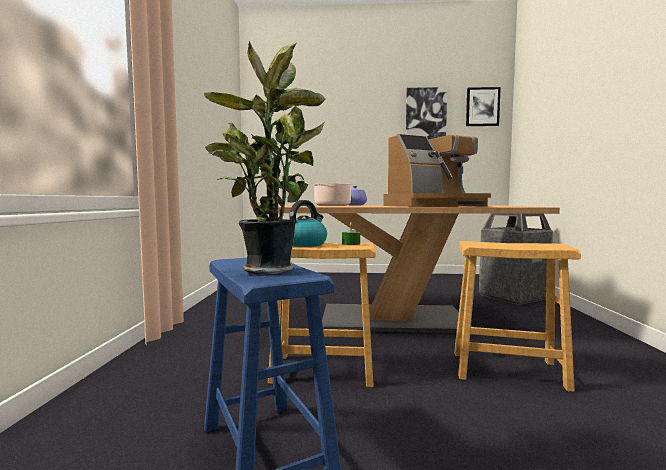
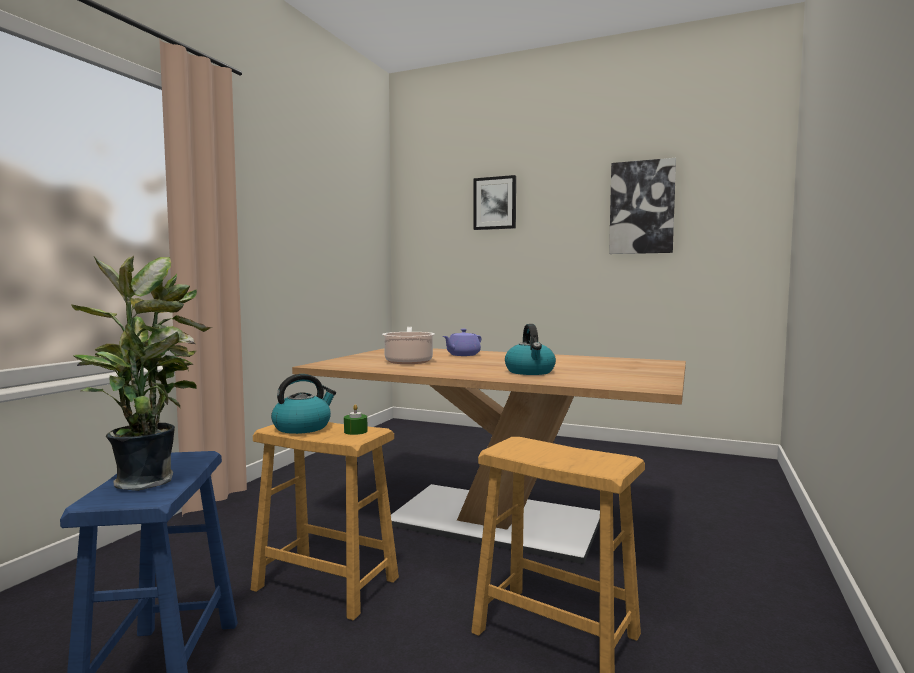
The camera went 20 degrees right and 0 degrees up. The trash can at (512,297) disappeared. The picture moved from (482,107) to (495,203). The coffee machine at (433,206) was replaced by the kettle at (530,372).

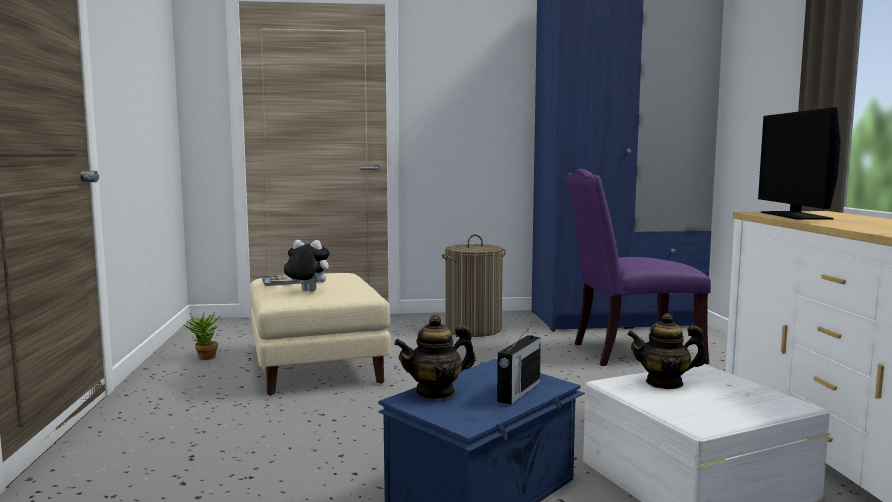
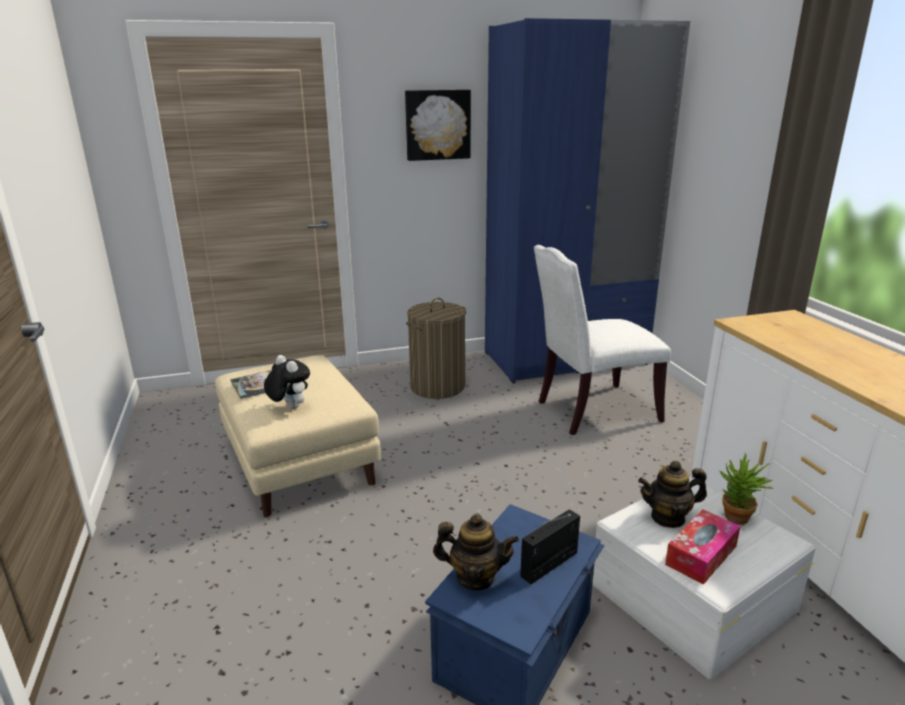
The camera went 10 degrees left and 15 degrees up. The monitor at (795,215) disappeared. The picture at (437,125) appeared. The tissue box at (701,555) appeared. The potted plant moved from (204,358) to (736,520). The purple chair at (631,353) became the white chair at (592,411). The plush toy at (306,291) turned 45 degrees clockwise. The teapot at (436,392) turned 135 degrees counterclockwise. The radio at (518,392) turned 150 degrees counterclockwise.

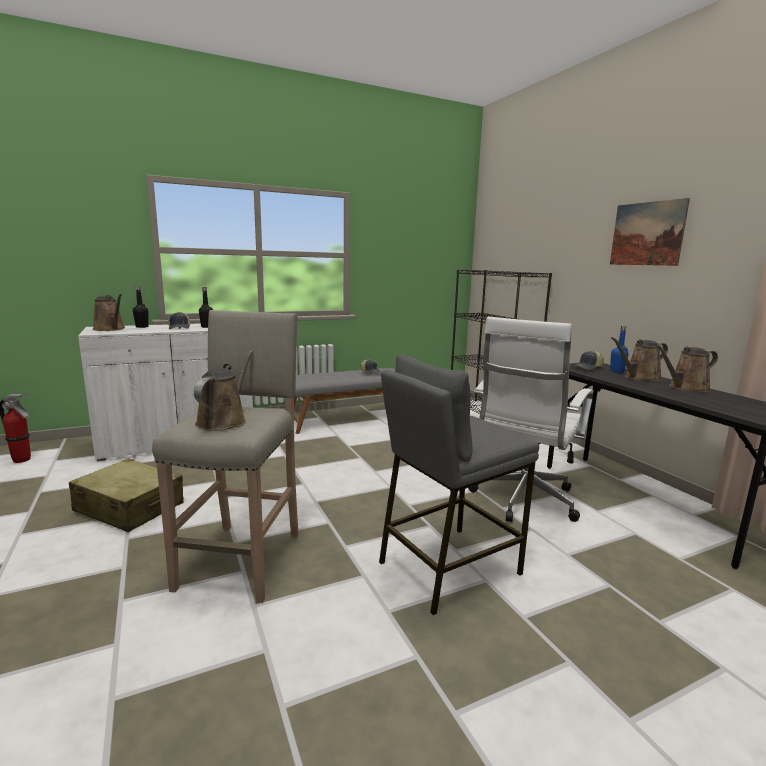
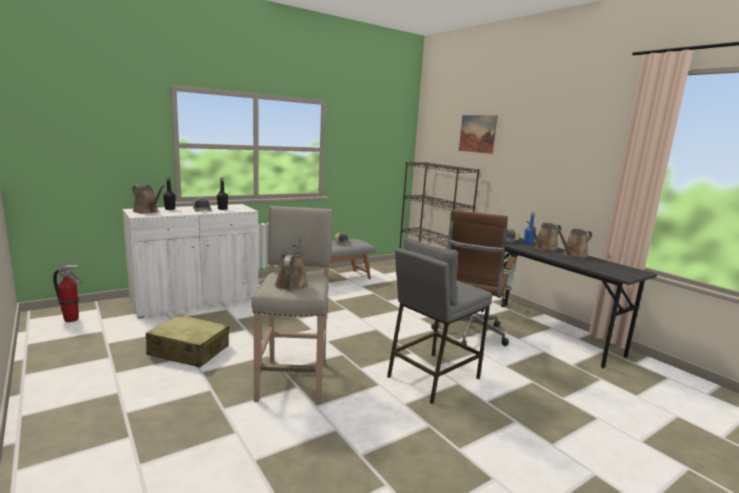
The camera went 10 degrees left and 0 degrees up. The picture moved from (647,234) to (477,133). The white office chair at (522,501) became the brown office chair at (469,334).

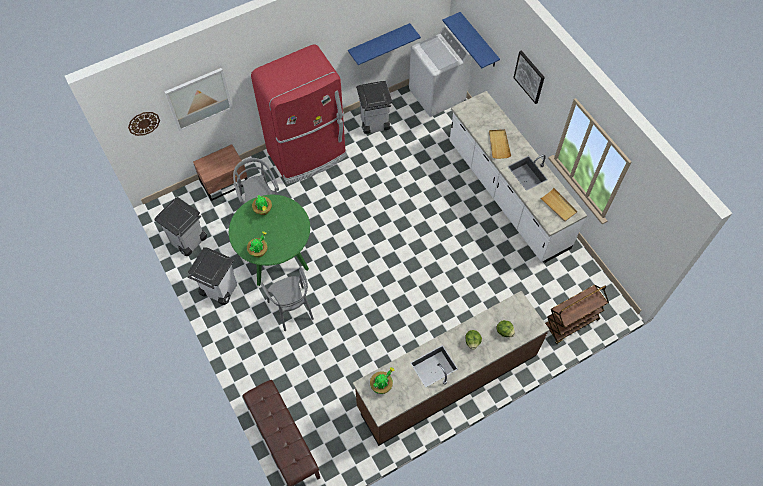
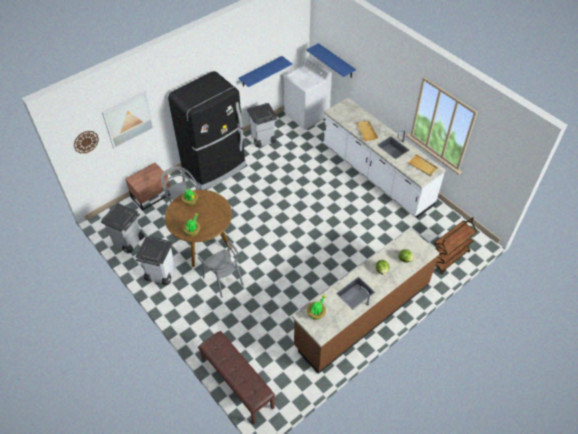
The camera went 10 degrees left and 10 degrees down. The picture at (529,76) disappeared. The green dining table at (276,255) became the brown dining table at (203,242). The red fridge at (308,155) became the black fridge at (215,167).

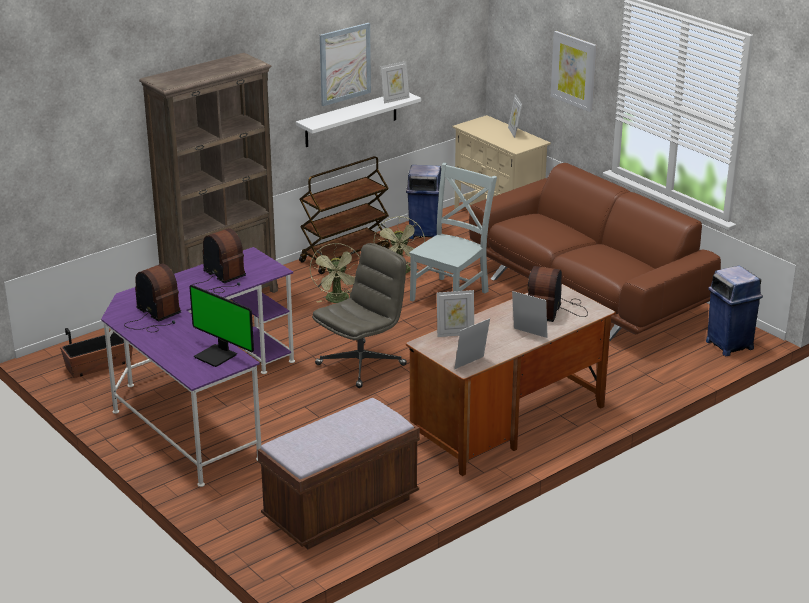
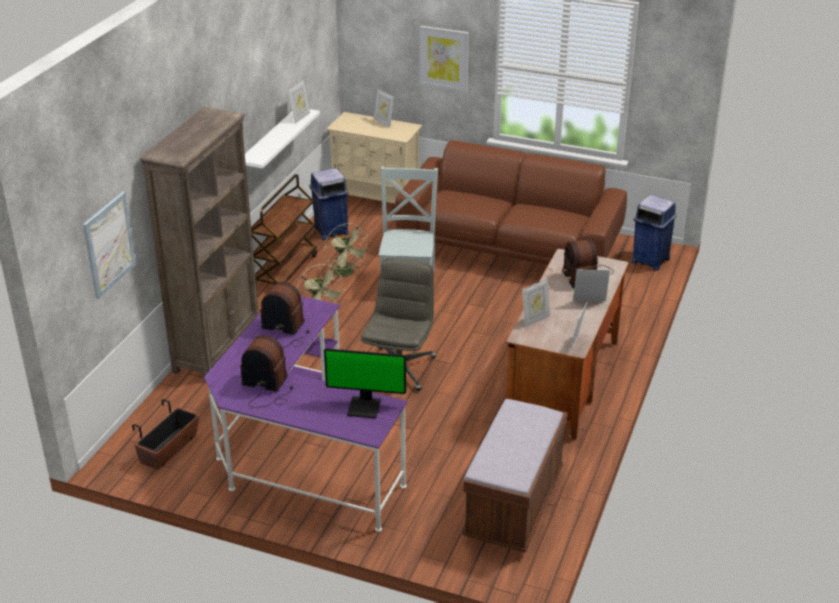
The camera went 30 degrees left and 5 degrees up. The picture moved from (345,64) to (109,244).

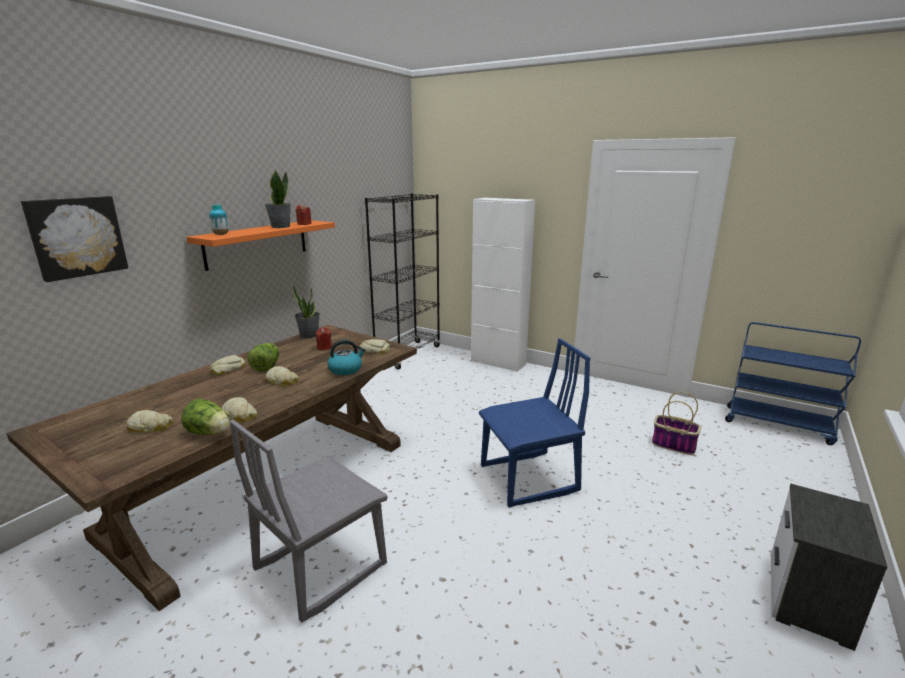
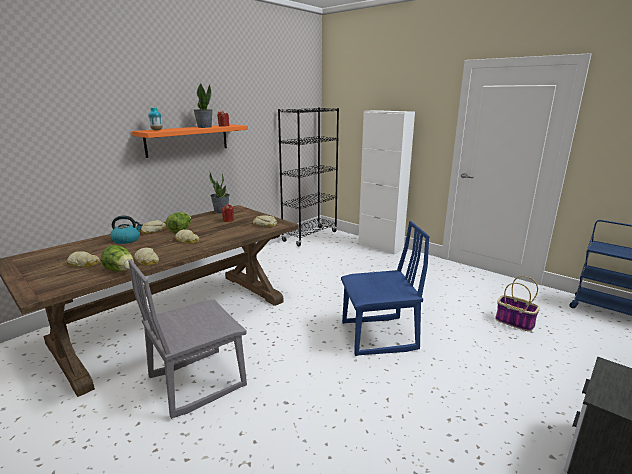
The camera went 10 degrees right and 0 degrees up. The picture at (77,237) disappeared. The kettle moved from (346,369) to (127,240).

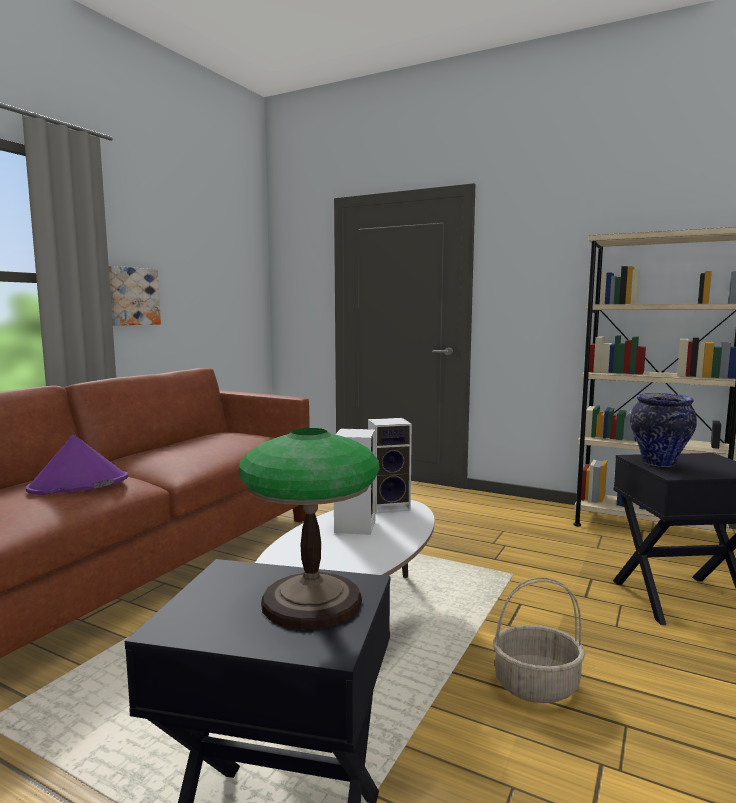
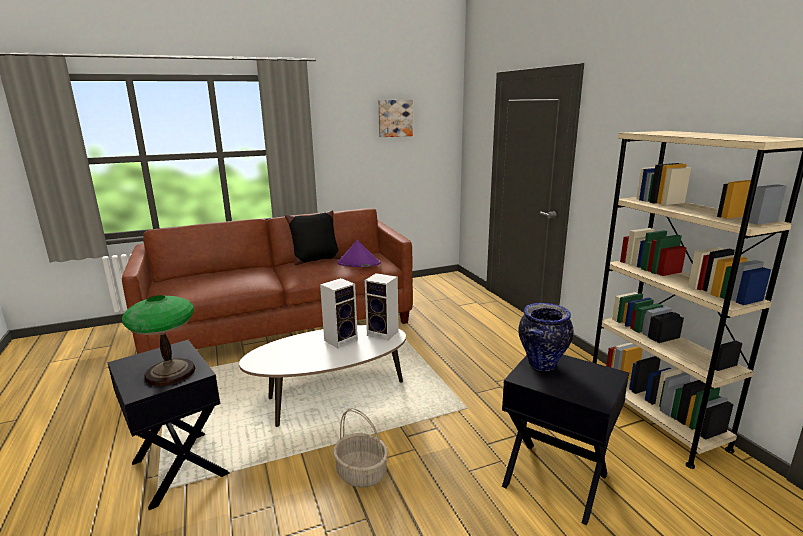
The camera went 40 degrees right and 10 degrees up. The black pillow at (315,260) appeared. The purple hat moved from (78,484) to (358,263). The picture moved from (132,296) to (395,118).

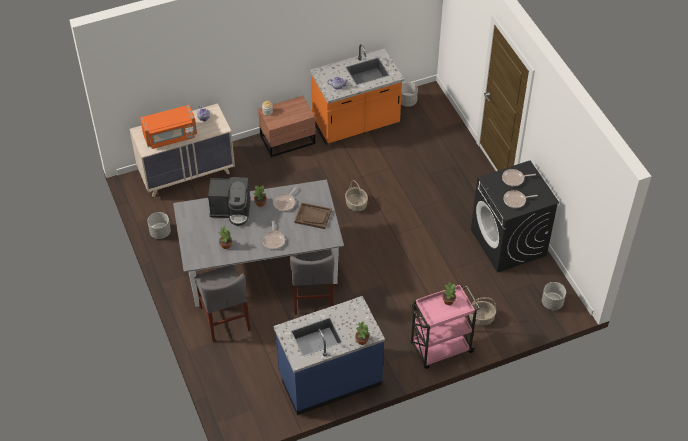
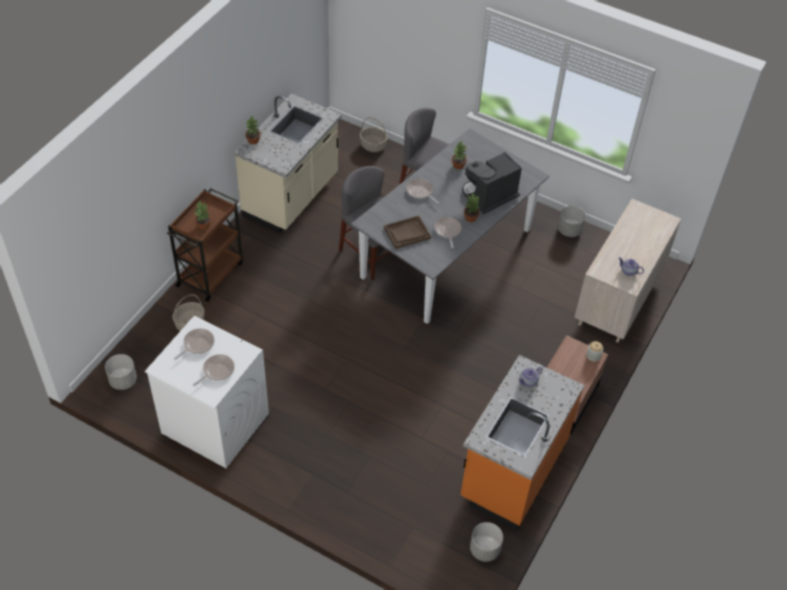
The camera went 140 degrees right and 0 degrees up. The orange microwave at (170,136) disappeared. The basket moved from (356,204) to (373,145). The blue counter at (329,379) became the beige counter at (292,197). The pink cart at (440,348) became the brown cart at (211,273). The black washing machine at (509,243) became the white washing machine at (214,423).

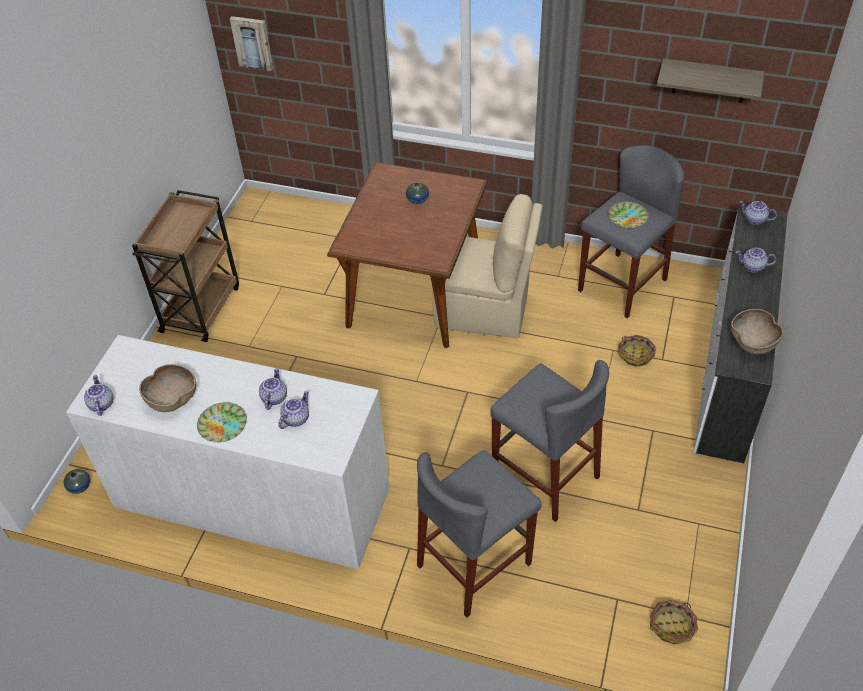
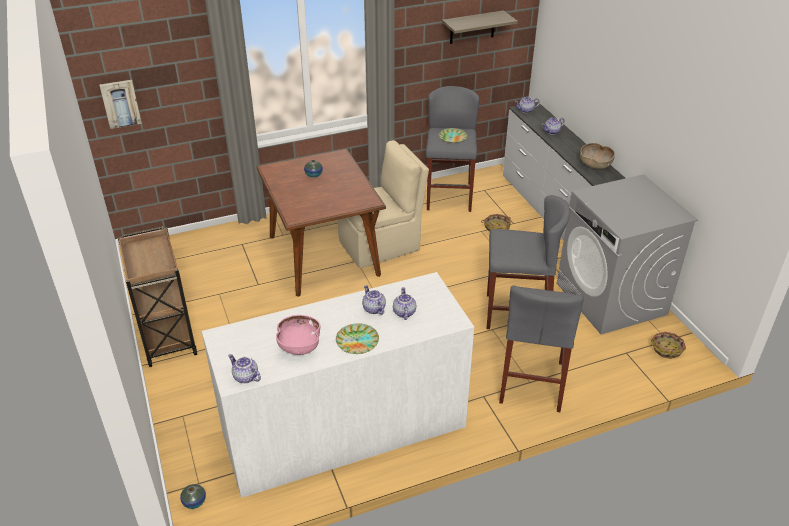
The camera went 40 degrees left and 10 degrees down. The grey washing machine at (611,299) appeared. The brown bowl at (172,399) became the pink bowl at (299,346).

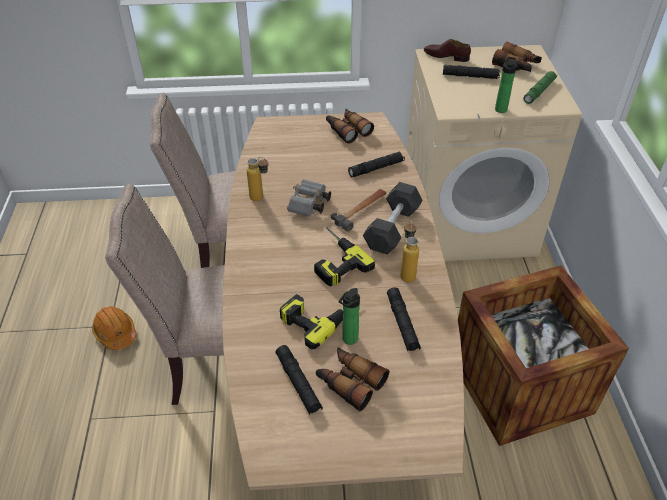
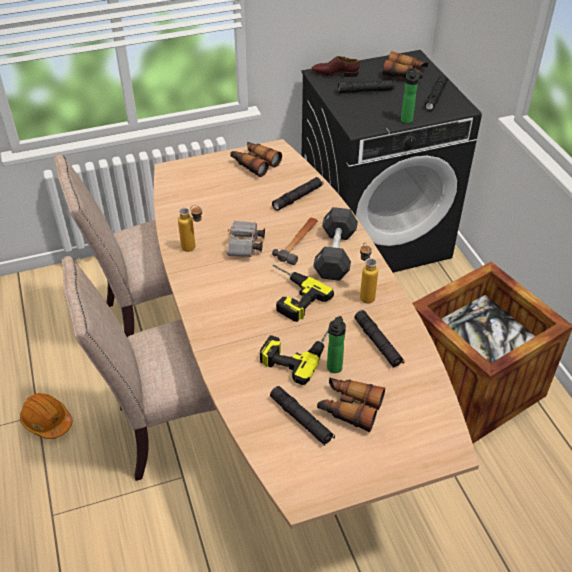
The camera went 15 degrees left and 0 degrees up. The beige washing machine at (467,221) became the black washing machine at (374,235). The green flashlight at (539,91) became the black flashlight at (435,97).

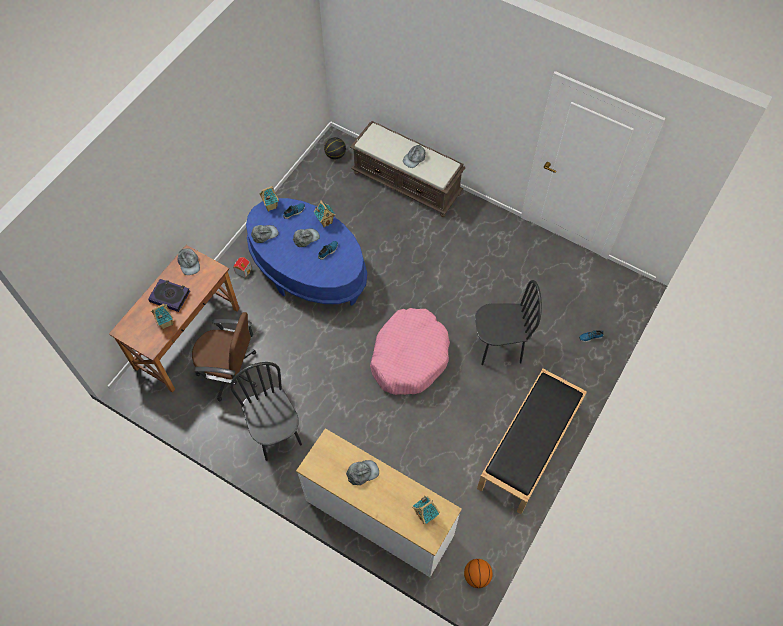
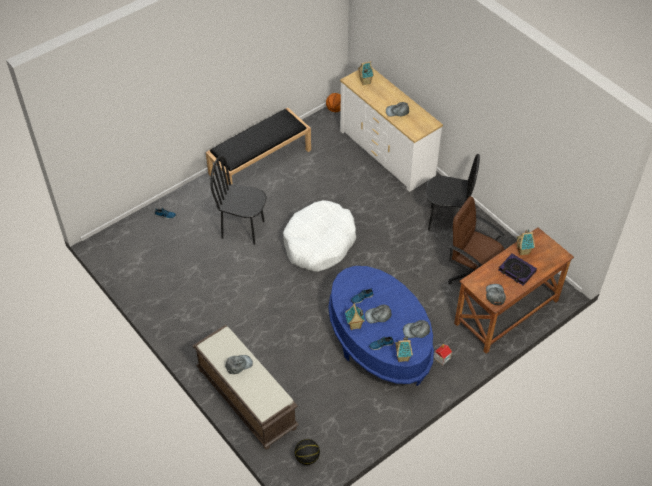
The camera went 160 degrees left and 10 degrees down. The pink dog bed at (409,356) became the white dog bed at (319,243). The black chair at (276,434) turned 75 degrees counterclockwise.

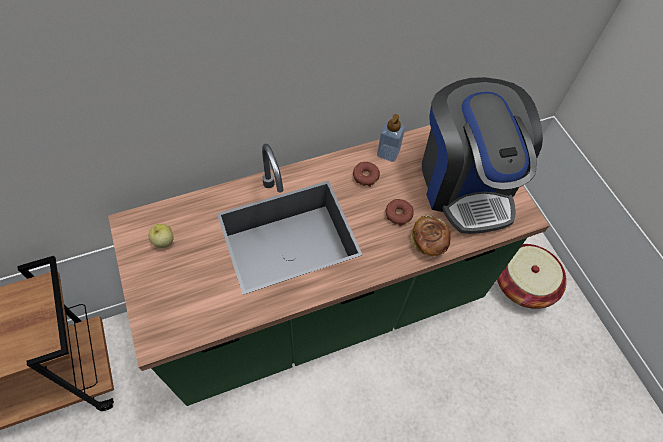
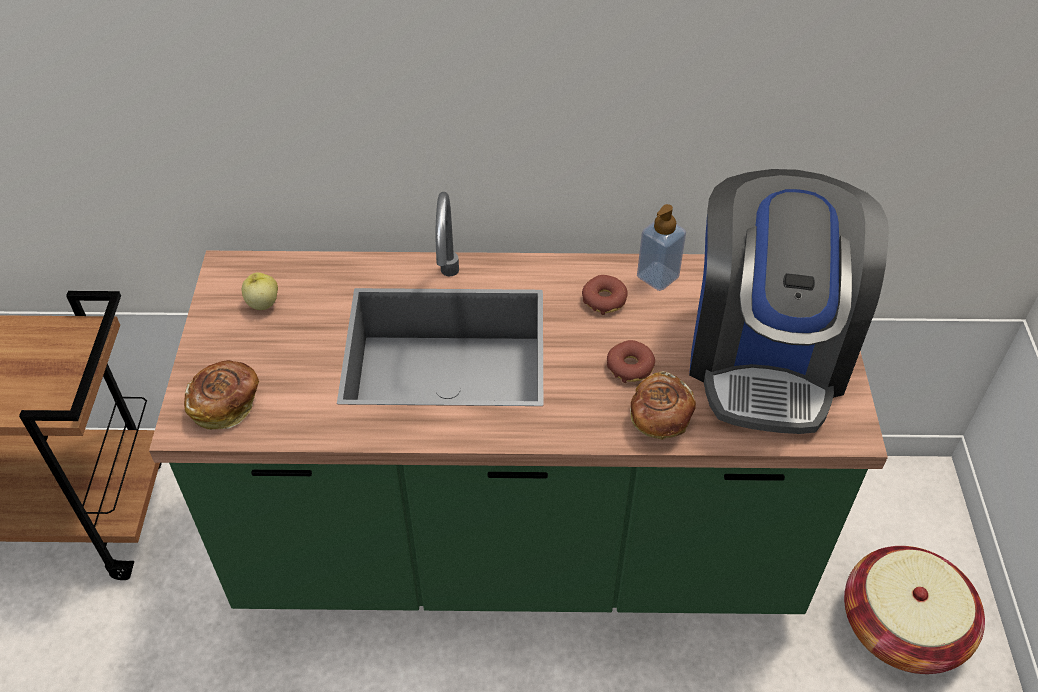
The camera went 25 degrees right and 10 degrees down. The bread at (226,405) appeared.

